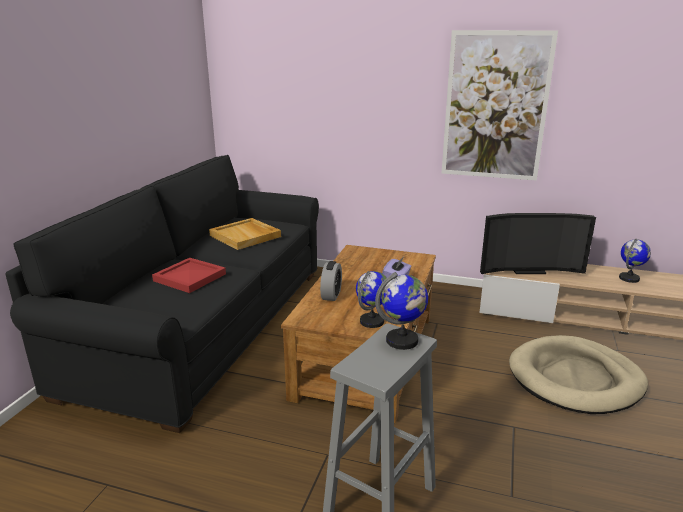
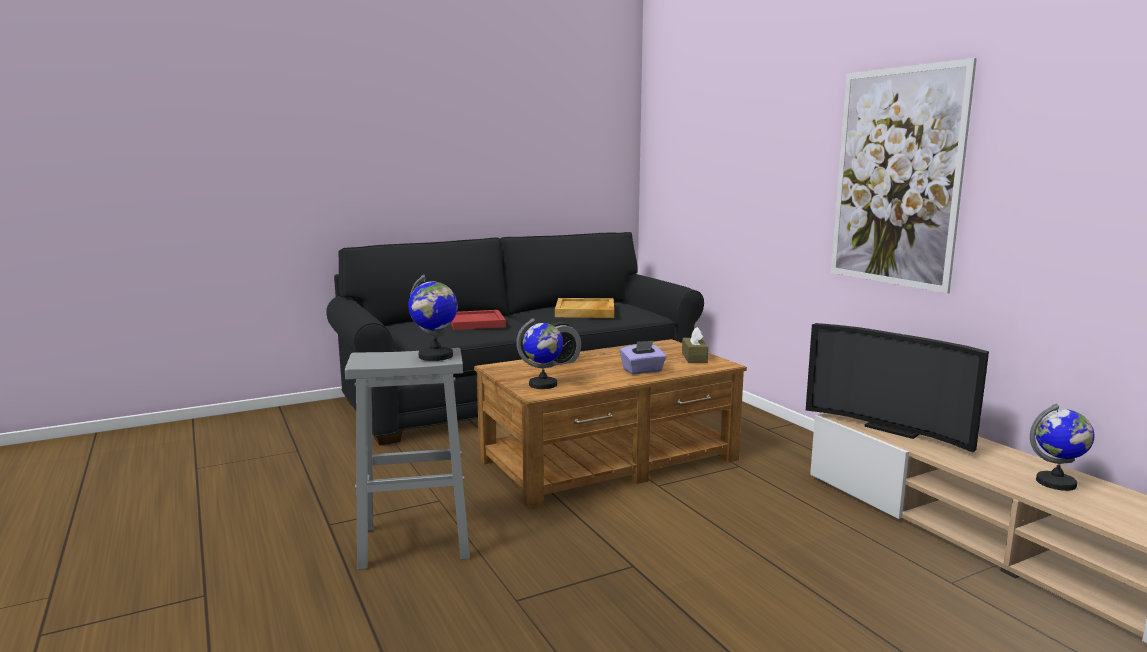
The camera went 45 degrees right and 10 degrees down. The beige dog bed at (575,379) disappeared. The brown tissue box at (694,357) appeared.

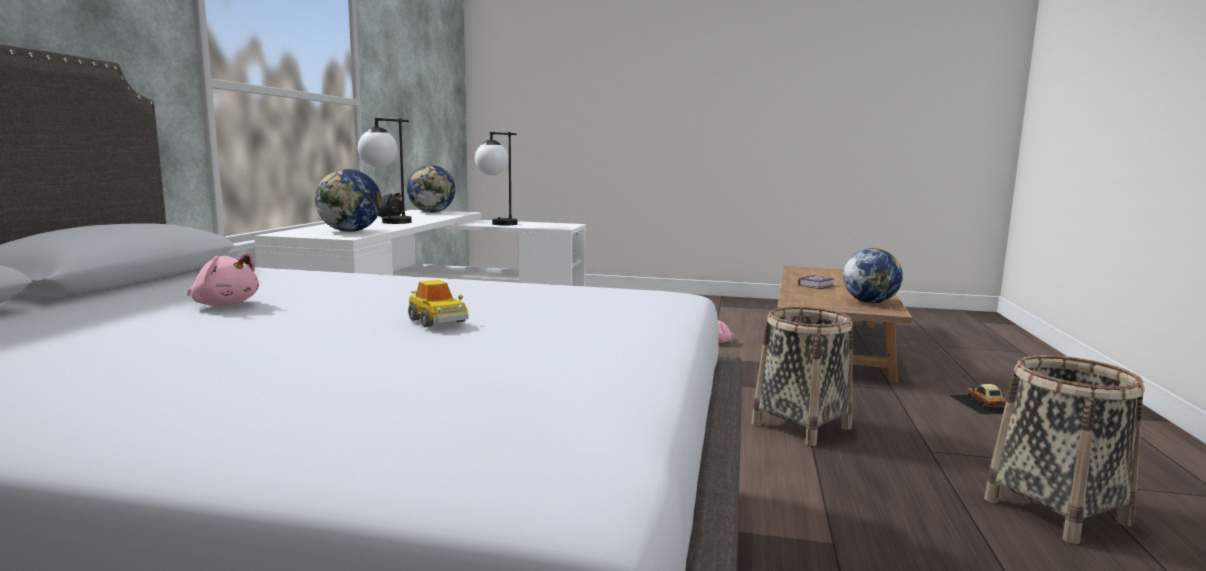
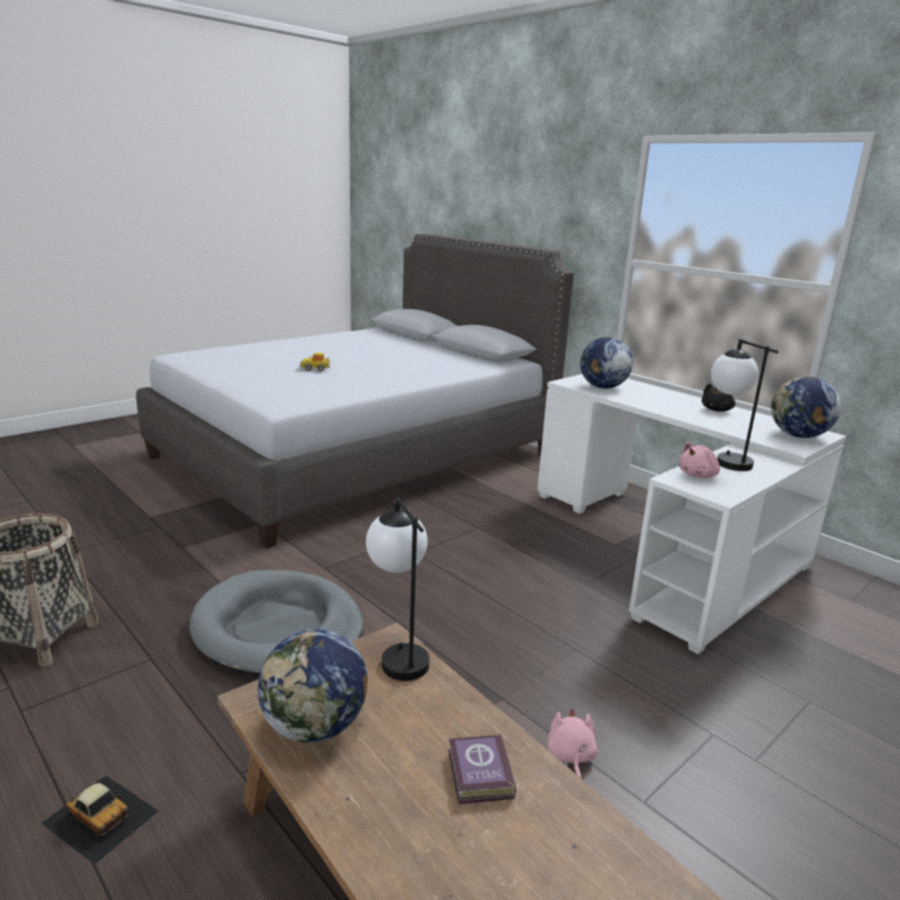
The camera went 125 degrees right and 10 degrees up. The pink plush toy moved from (225,304) to (699,475). The table lamp moved from (387,223) to (398,653). The basket at (801,426) was replaced by the grey dog bed at (278,629).

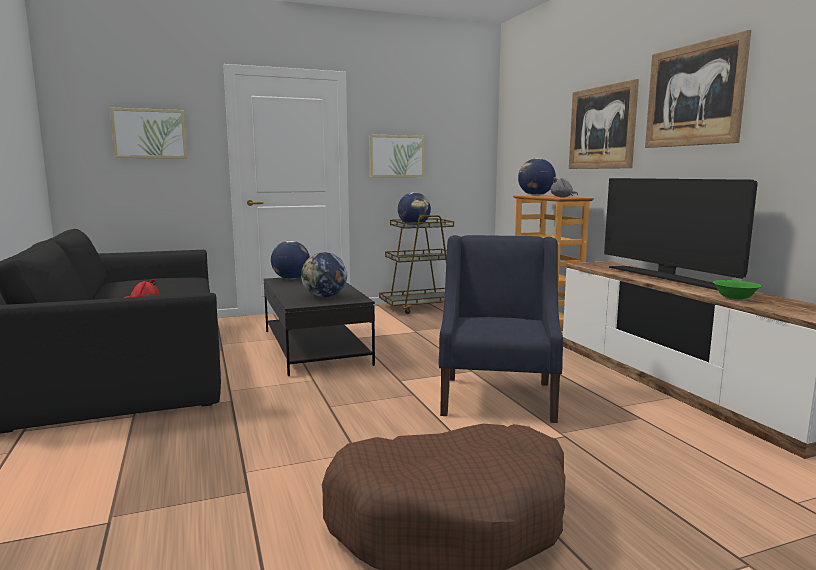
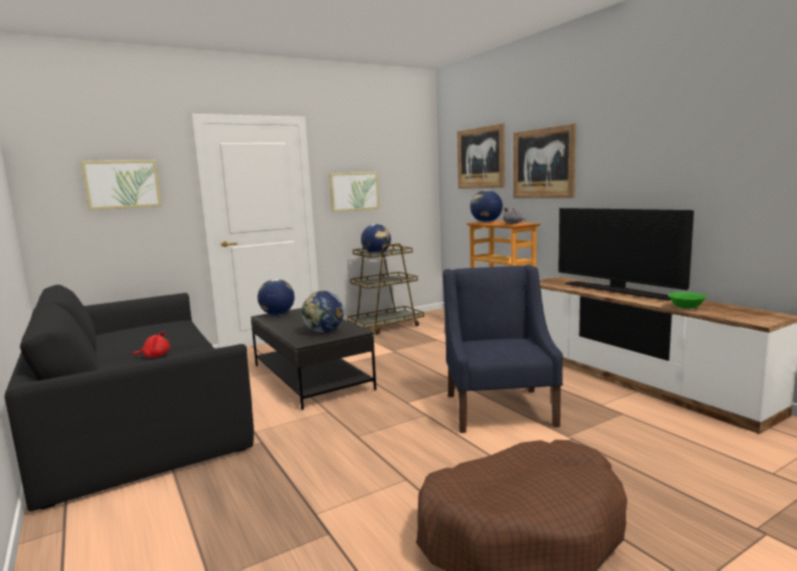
The camera went 10 degrees left and 0 degrees up. The picture moved from (693,95) to (480,158).

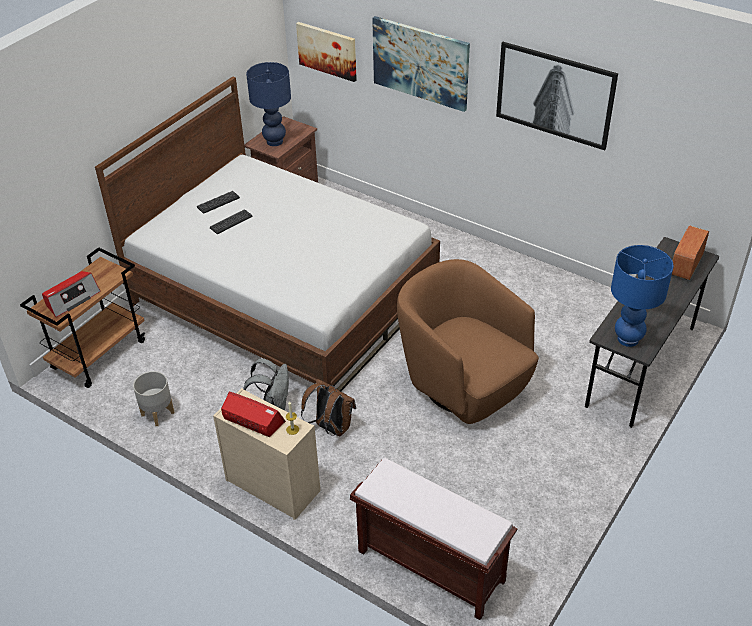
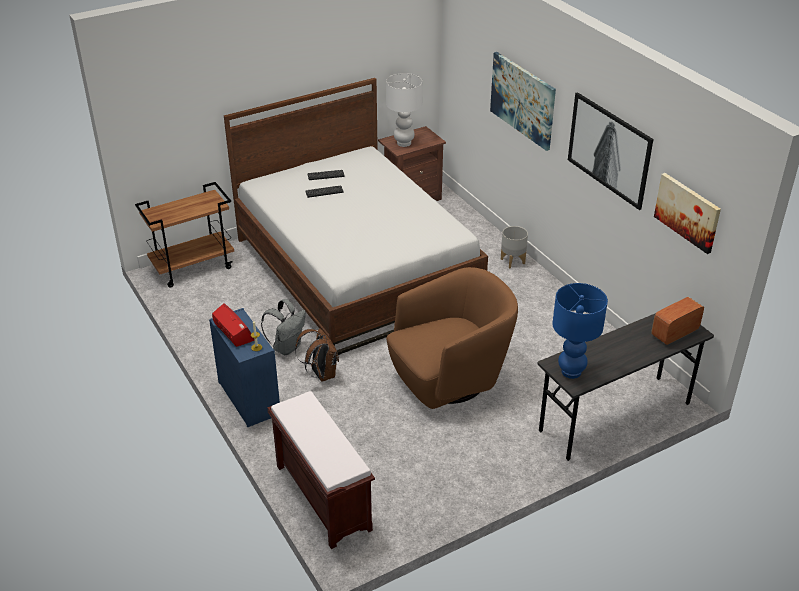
The camera went 25 degrees right and 5 degrees down. The radio at (72,299) disappeared. The grey planter moved from (157,413) to (512,261). The picture moved from (327,51) to (687,212). The beige dresser at (271,485) became the blue dresser at (248,397). The blue table lamp at (274,141) became the white table lamp at (403,143). The brown armchair at (464,383) turned 75 degrees clockwise.

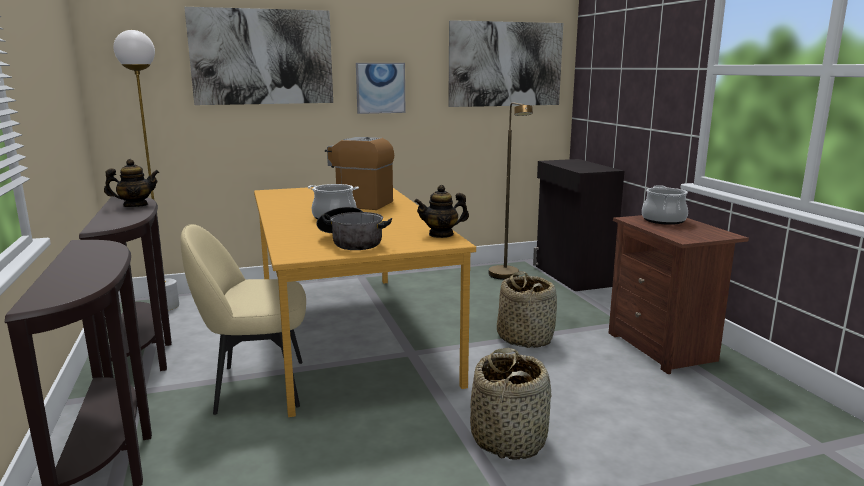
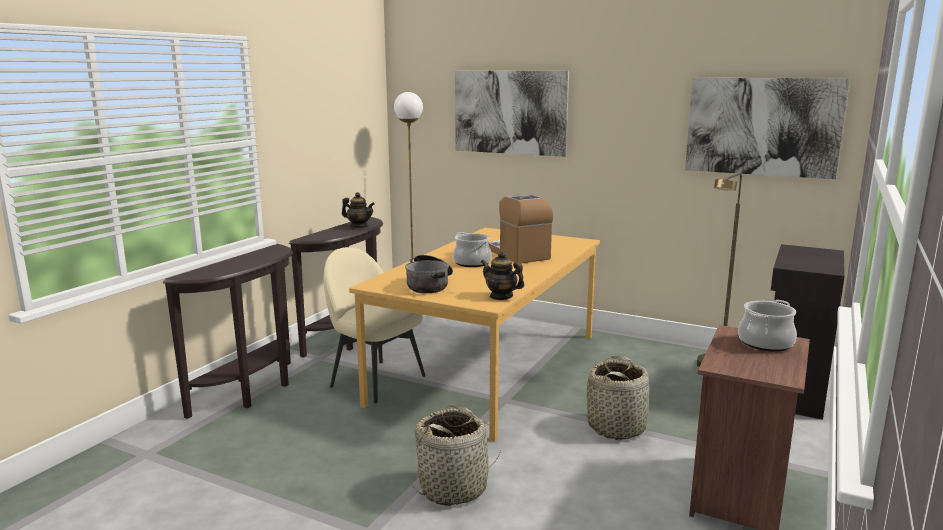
The camera went 45 degrees right and 0 degrees up. The picture at (380,88) disappeared.

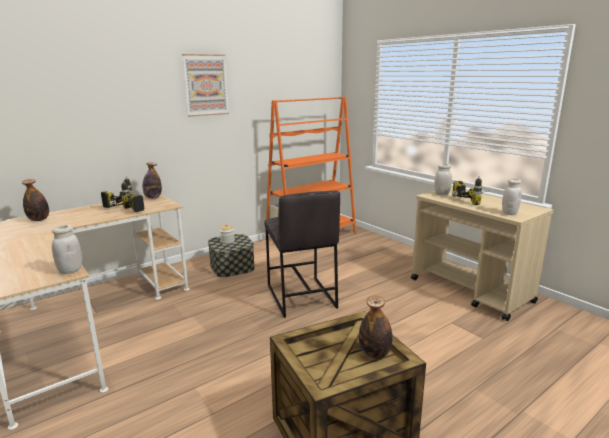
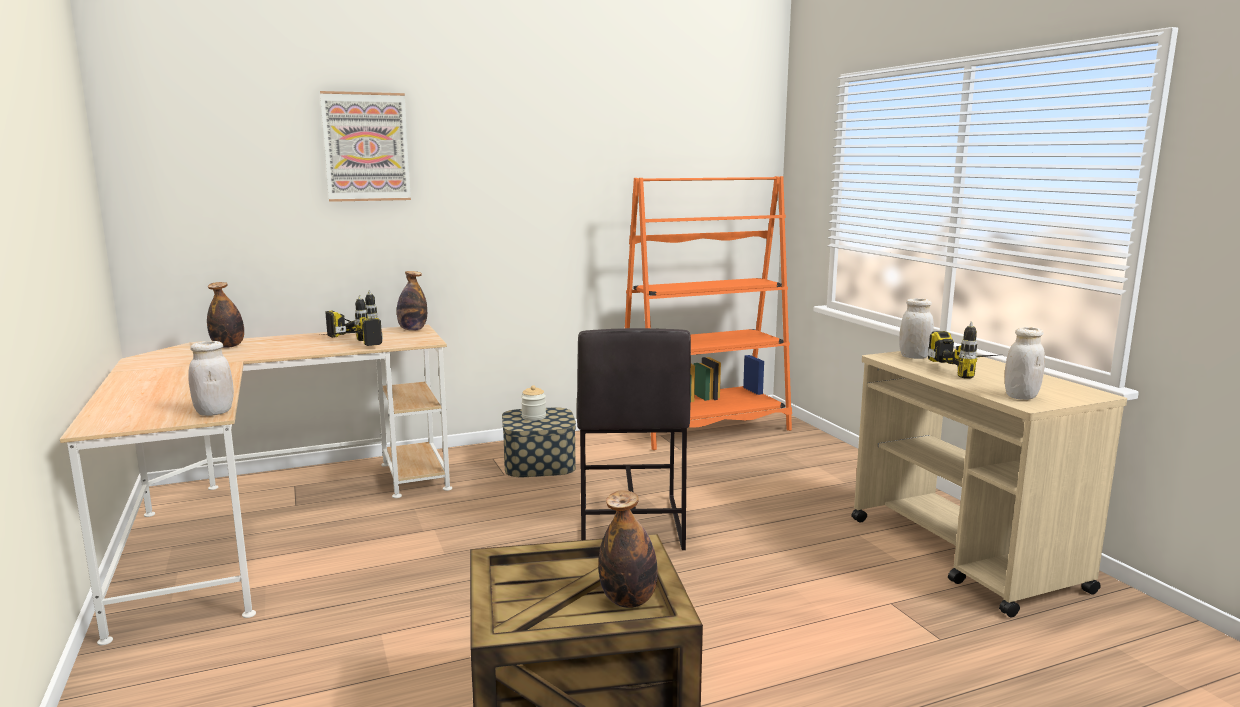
The camera went 15 degrees right and 5 degrees down. The picture moved from (206,85) to (366,147).

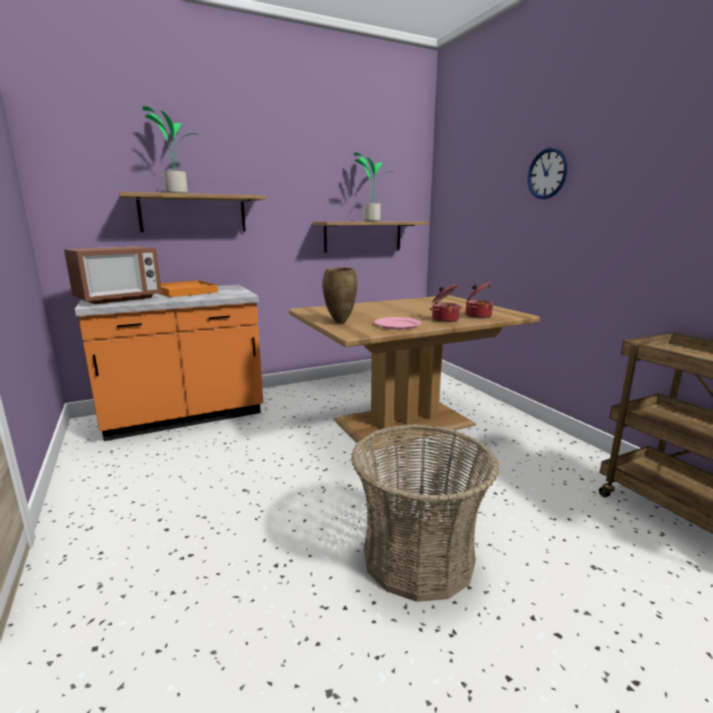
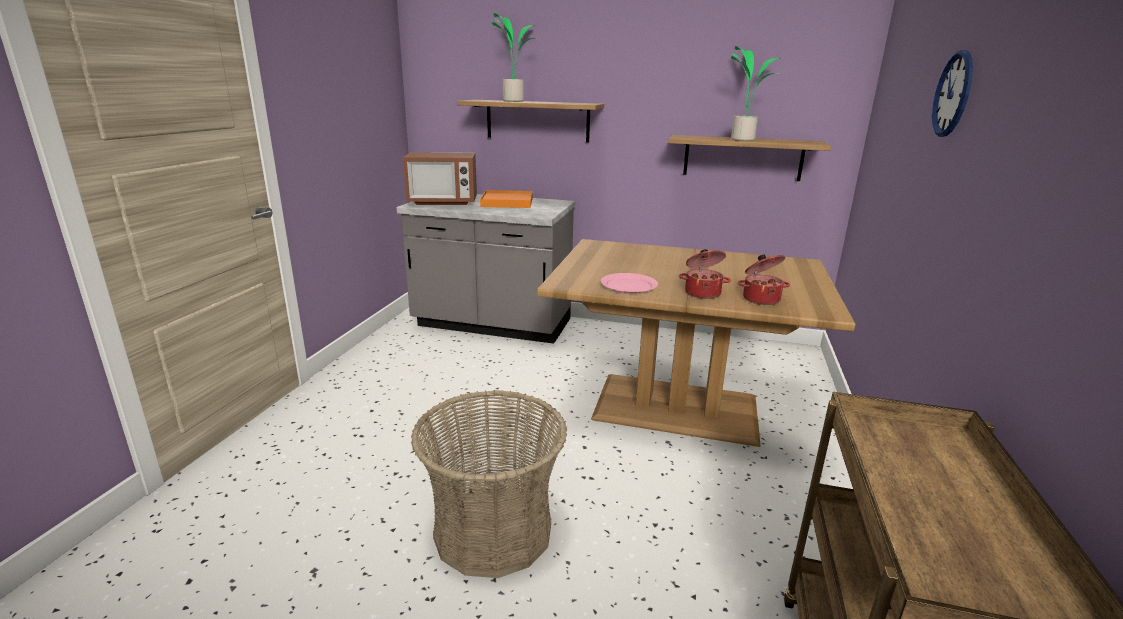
The camera went 40 degrees right and 5 degrees up. The brown vase at (339,322) disappeared. The orange counter at (185,416) became the grey counter at (492,325).

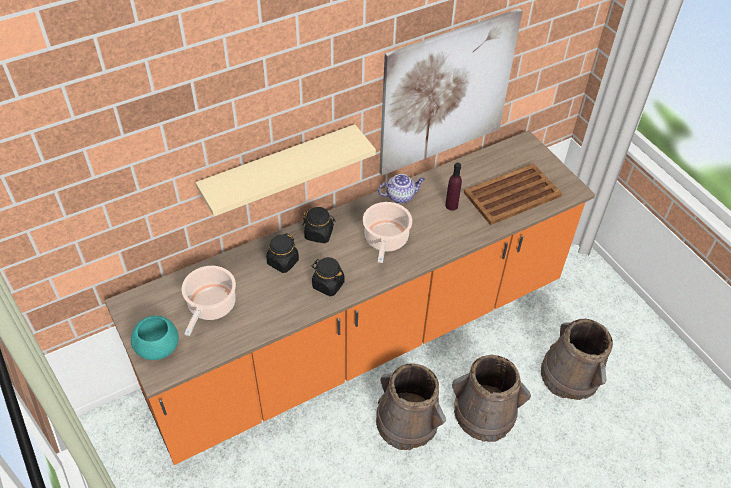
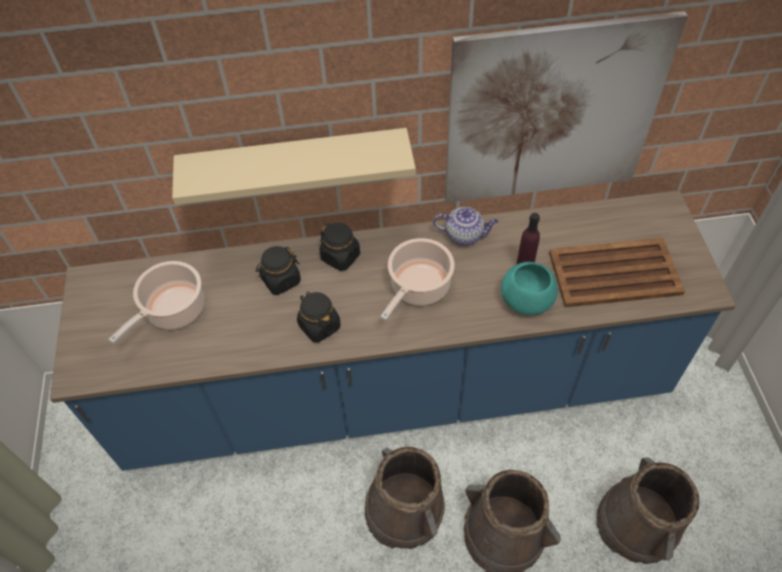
The camera went 25 degrees right and 5 degrees up. The turquoise bowl moved from (158,347) to (527,301). The orange counter at (362,340) became the blue counter at (395,392).

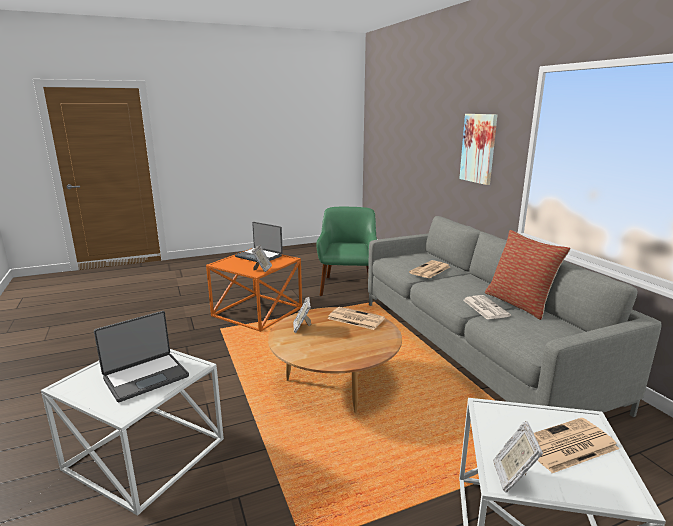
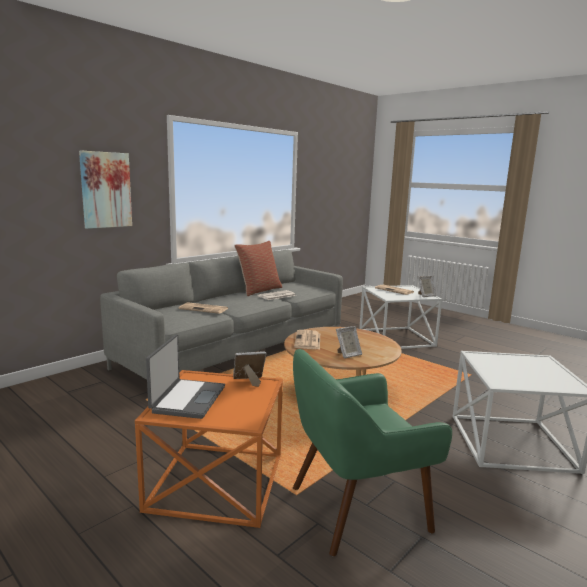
The camera went 115 degrees left and 5 degrees down. The laptop at (145,377) disappeared. The green armchair moved from (347,287) to (356,508).

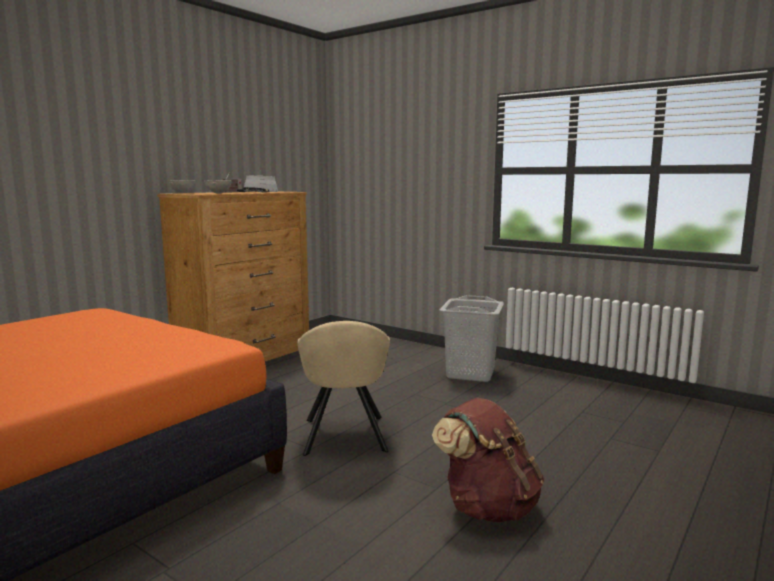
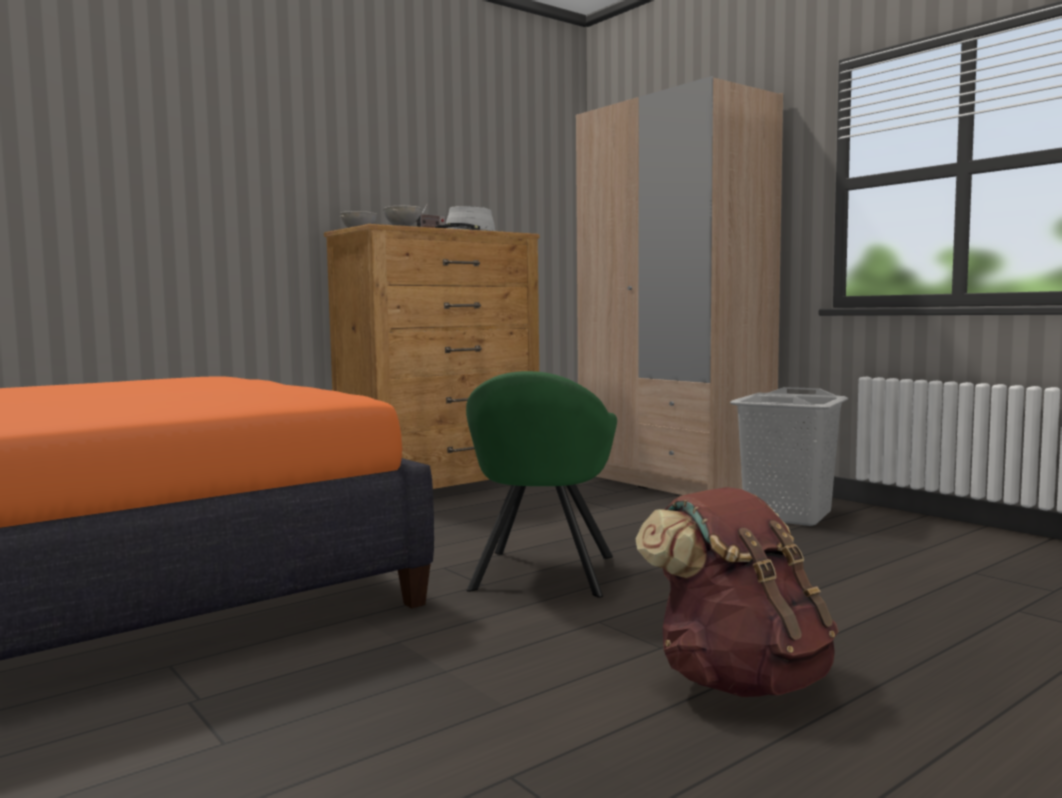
The camera went 15 degrees right and 5 degrees down. The beige wardrobe at (673,481) appeared. The beige armchair at (344,437) became the green armchair at (542,575).

